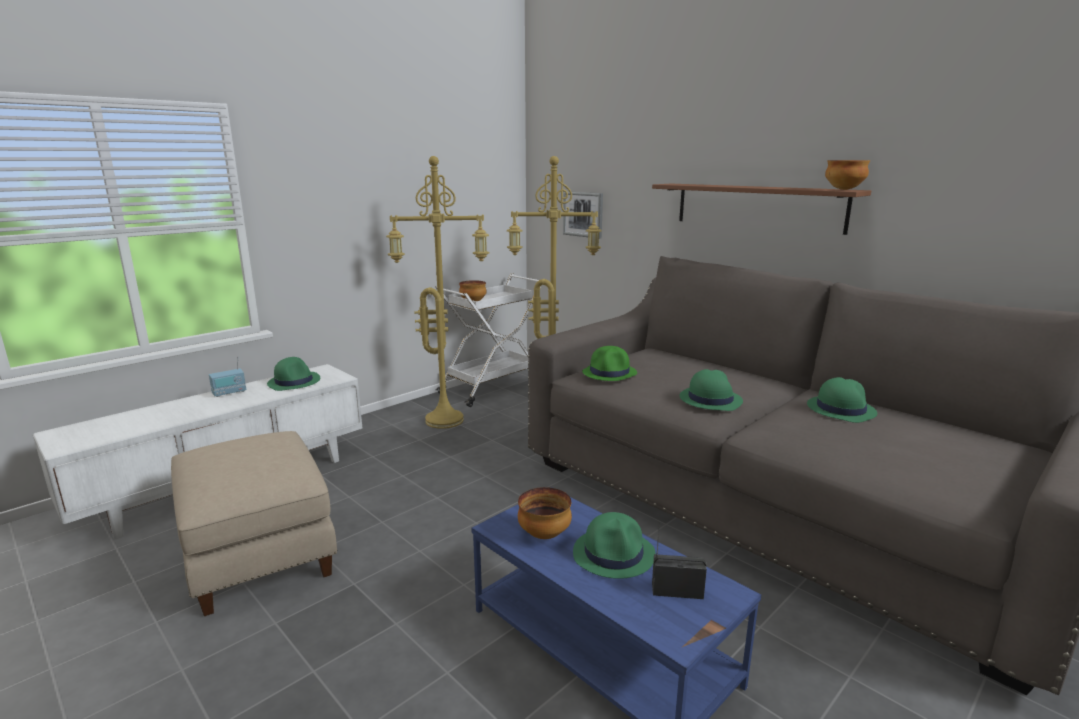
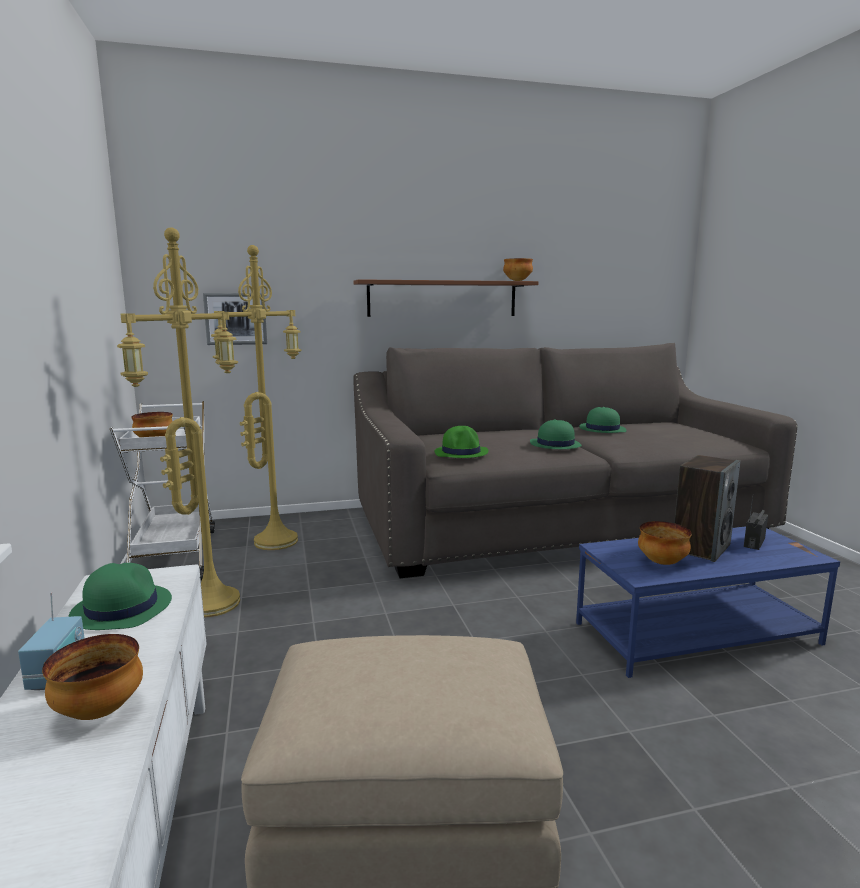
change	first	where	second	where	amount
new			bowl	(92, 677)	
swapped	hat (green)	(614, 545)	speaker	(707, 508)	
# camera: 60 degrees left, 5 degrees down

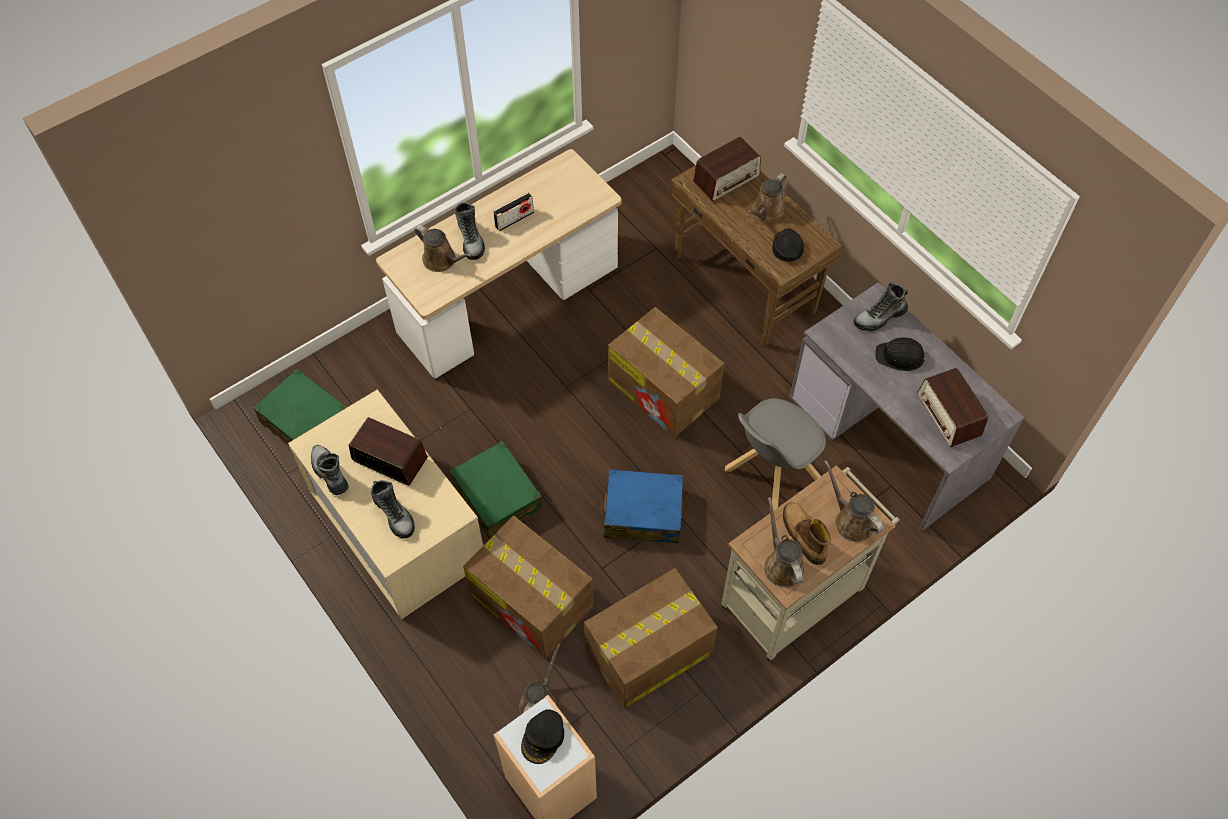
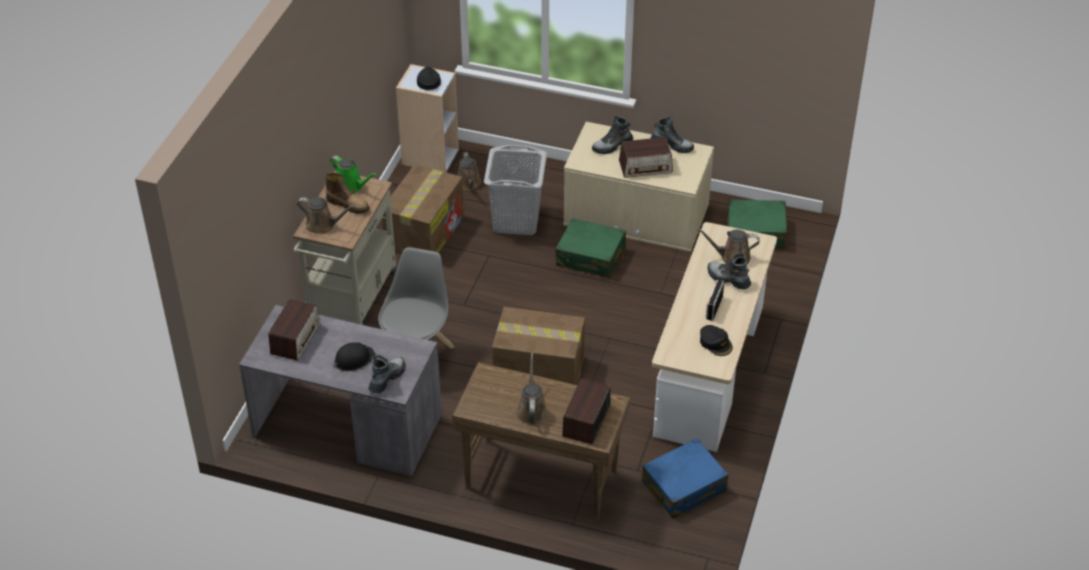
change	first	where	second	where	amount
shifted	suitcase (blue)	(642, 506)		(685, 478)	
shifted	cap (black)	(788, 245)		(716, 340)	
swapped	cardboard box	(528, 587)	laundry basket (grey)	(515, 190)	
repainted	watering can (brown)	(784, 542)	watering can (green)	(353, 175)	
rotated	boot	(393, 509)		(612, 135)	45 degrees counterclockwise
rotated	radio	(952, 407)		(294, 330)	75 degrees clockwise
# camera: 145 degrees right, 15 degrees down

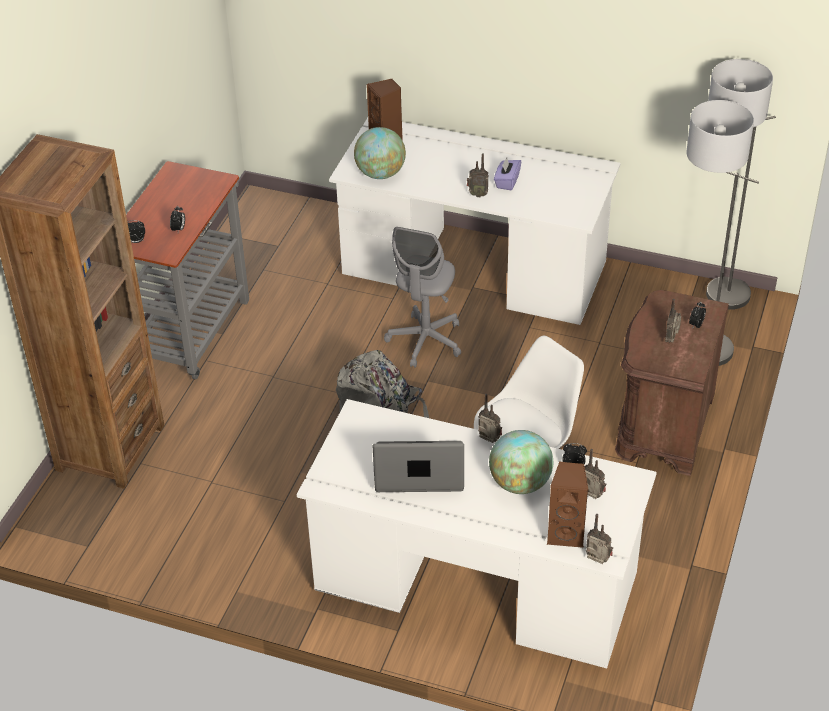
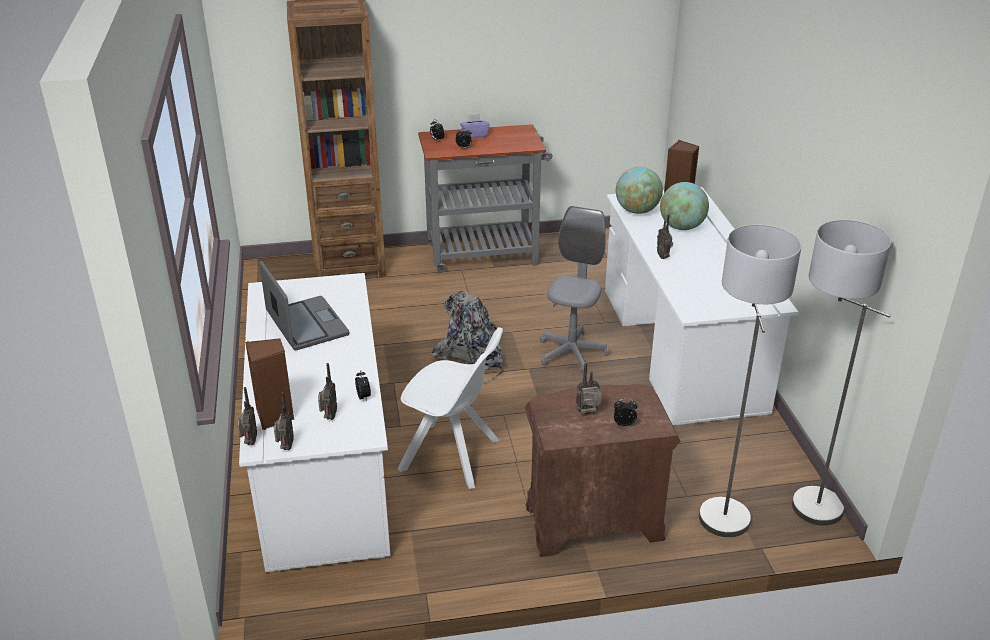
change	first	where	second	where	amount
shifted	radio	(490, 418)		(284, 421)	
shifted	globe	(521, 462)		(684, 206)	
shifted	tissue box (purple)	(507, 173)		(475, 126)	
rotated	office chair (grey)	(422, 297)		(575, 289)	120 degrees clockwise
# camera: 60 degrees right, 10 degrees down

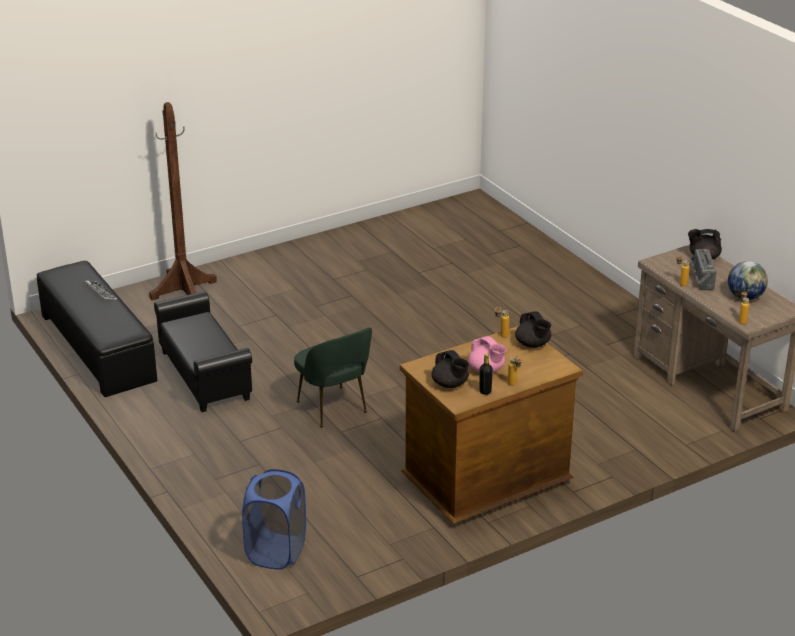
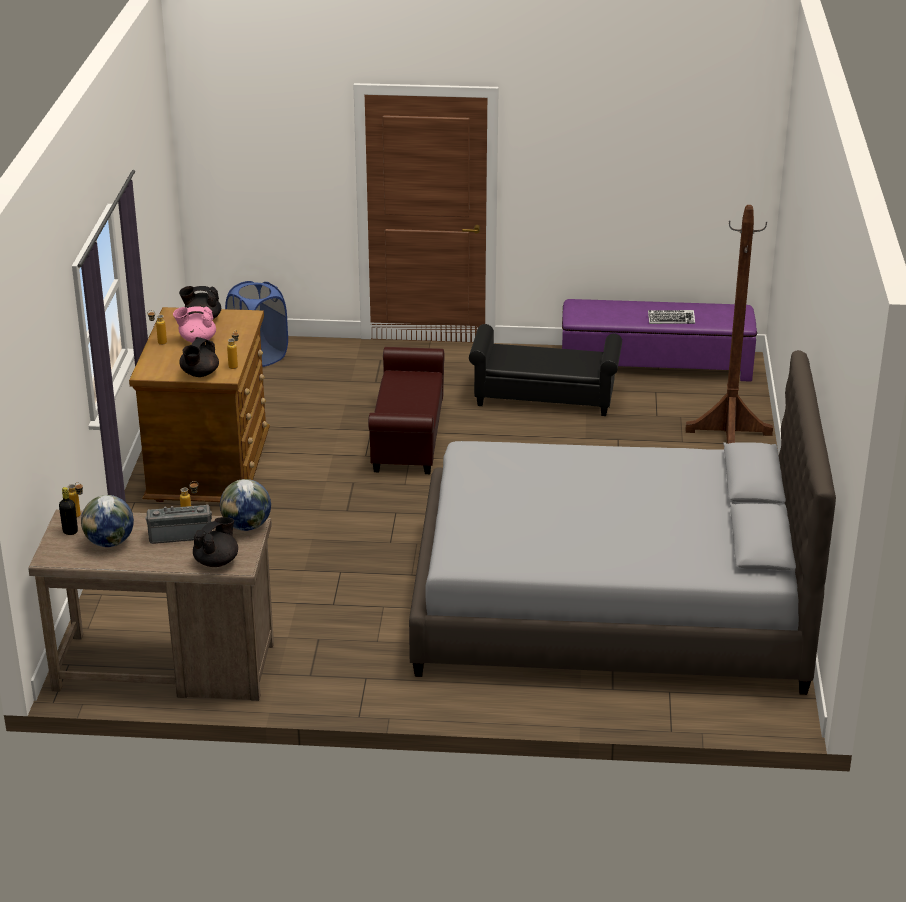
change	first	where	second	where	amount
new			globe	(245, 505)	
new			bed (grey)	(622, 522)	
shifted	bottle (black)	(486, 374)		(68, 511)	
swapped	chair (green)	(333, 377)	ottoman (brown)	(406, 410)	
repainted	bench (black)	(97, 329)	bench (purple)	(659, 340)	
rotated	teapot (black)	(533, 329)		(199, 357)	75 degrees counterclockwise
rotated	radio	(703, 269)		(178, 524)	45 degrees counterclockwise
# camera: 125 degrees right, 0 degrees up

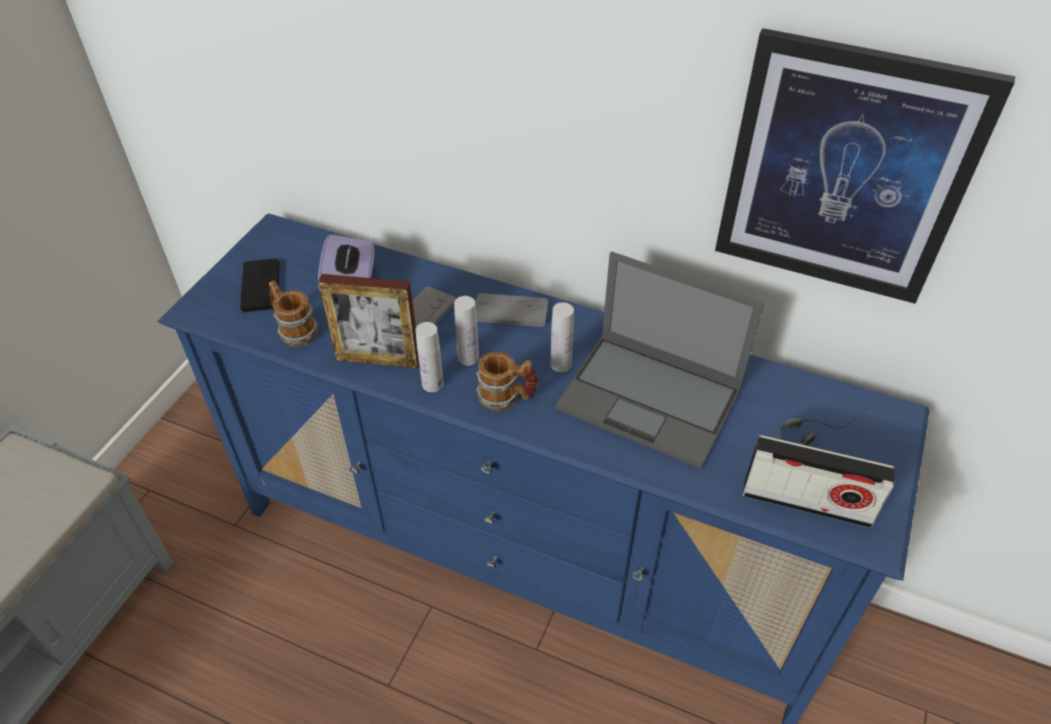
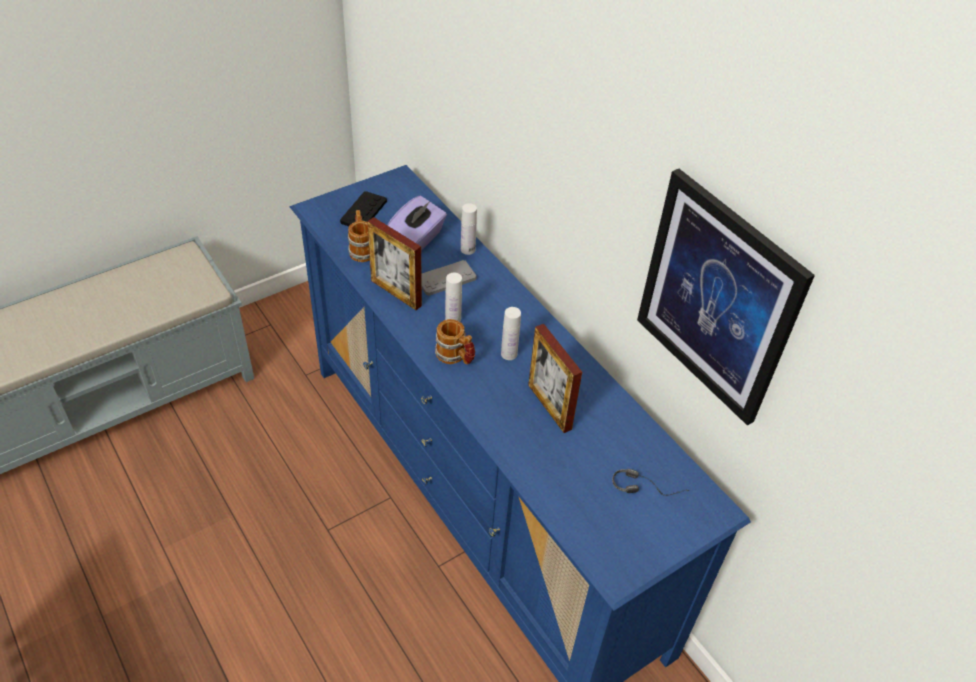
change	first	where	second	where	amount
gone	game controller (grey)	(511, 310)			
gone	radio	(819, 481)			
shifted	bottle (white)	(429, 357)		(469, 229)	
swapped	laptop	(659, 360)	picture frame	(555, 378)	
# camera: 30 degrees right, 0 degrees up

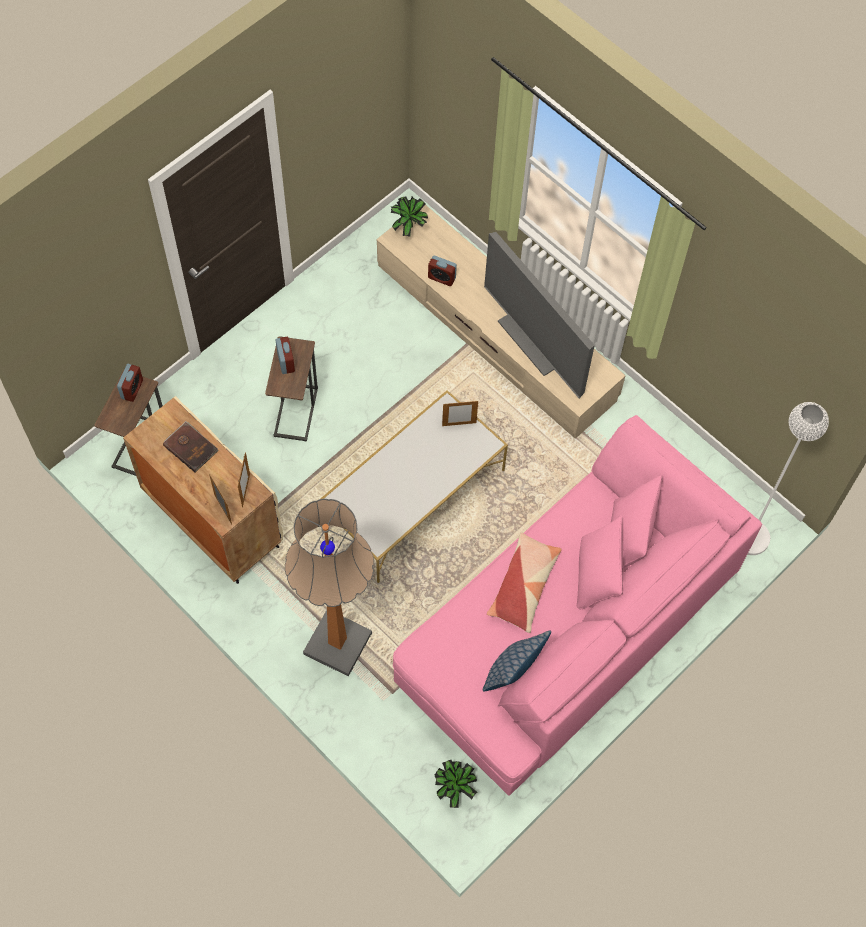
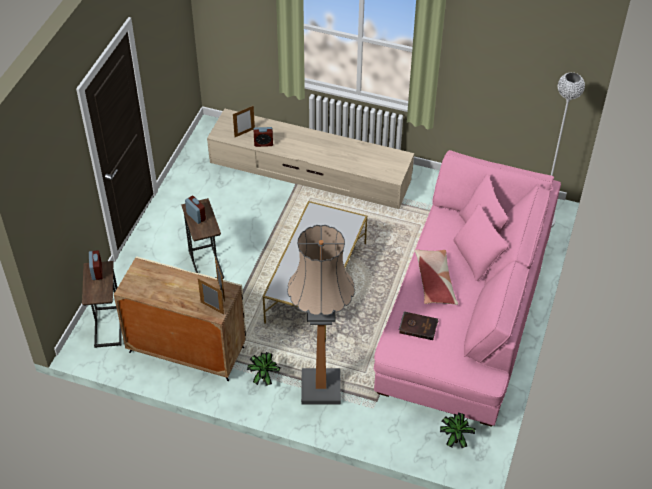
change	first	where	second	where	amount
gone	pillow	(517, 661)			
gone	television	(539, 315)			
shifted	book (brown)	(190, 446)		(419, 325)	
shifted	potted plant	(409, 217)		(264, 369)	
shifted	picture frame	(460, 413)		(244, 121)	
# camera: 25 degrees left, 15 degrees down

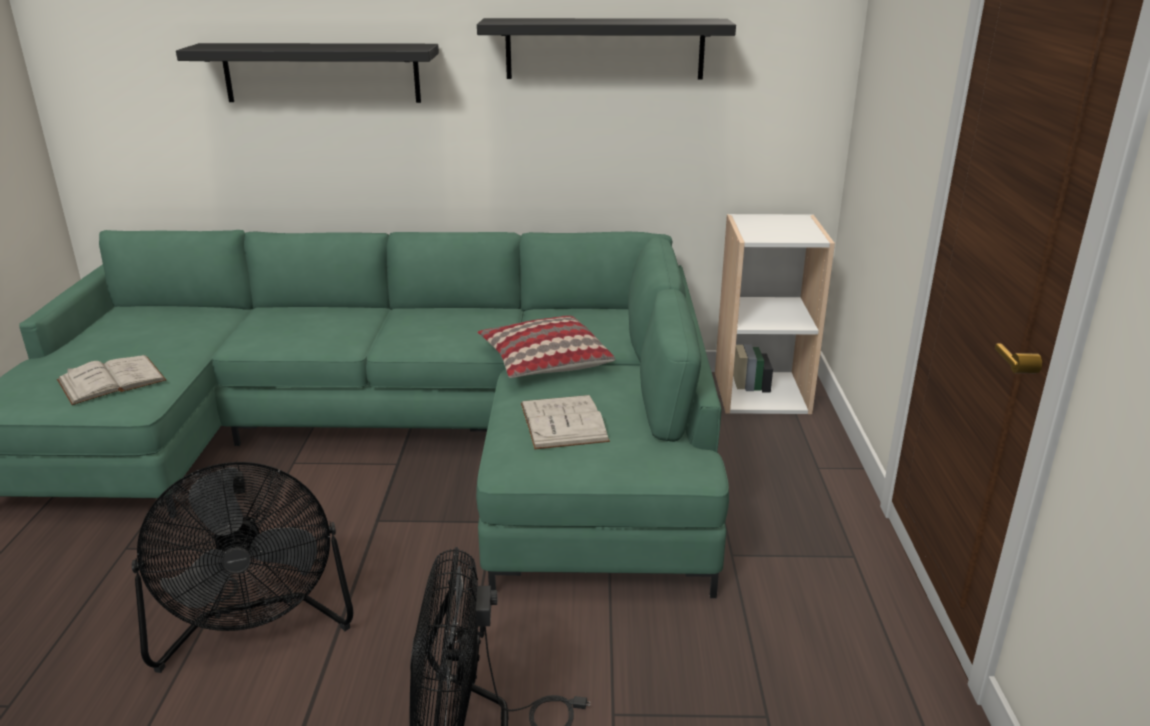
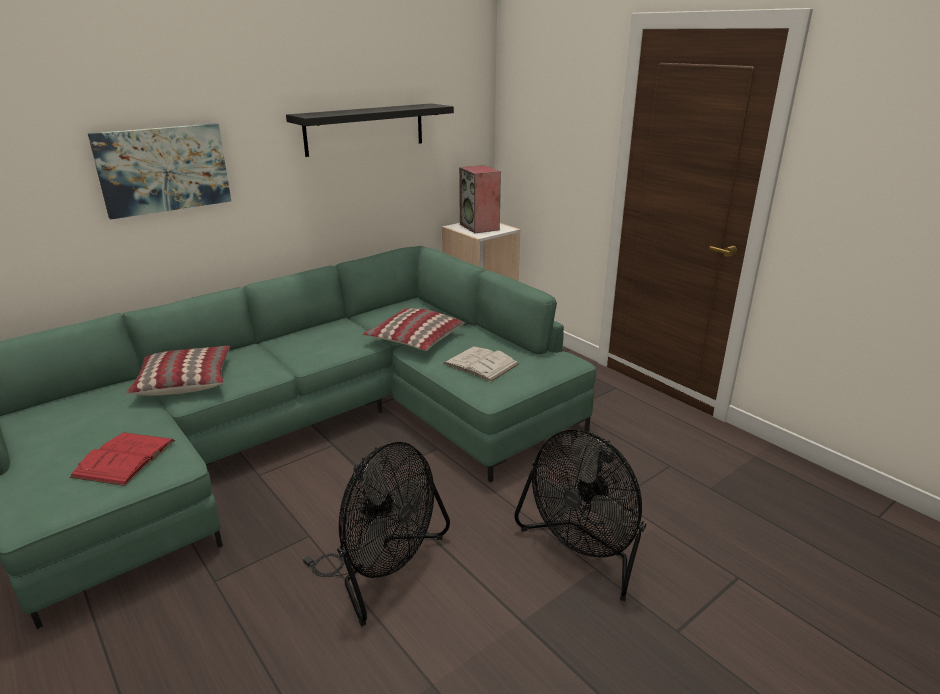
change	first	where	second	where	amount
new			pillow	(178, 371)	
new			speaker	(480, 199)	
swapped	shelf (black)	(307, 73)	picture	(159, 171)	
repainted	book (white)	(111, 380)	book (red)	(122, 459)	
# camera: 40 degrees left, 0 degrees up

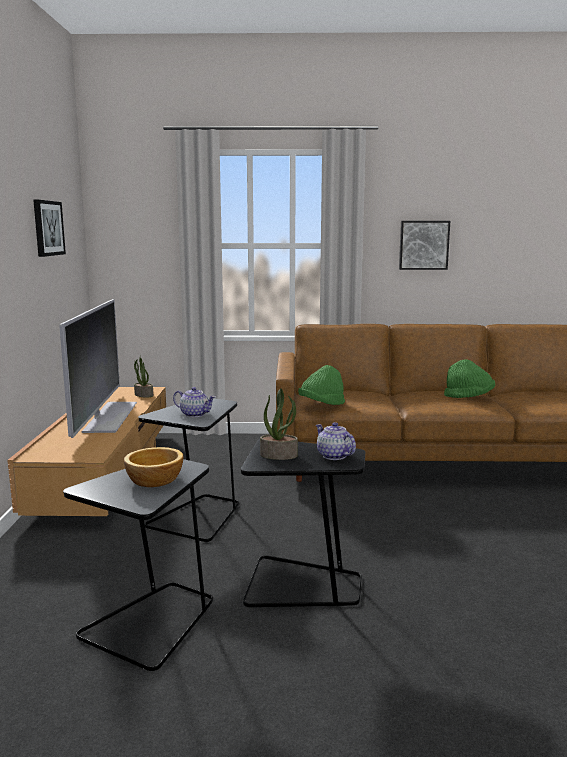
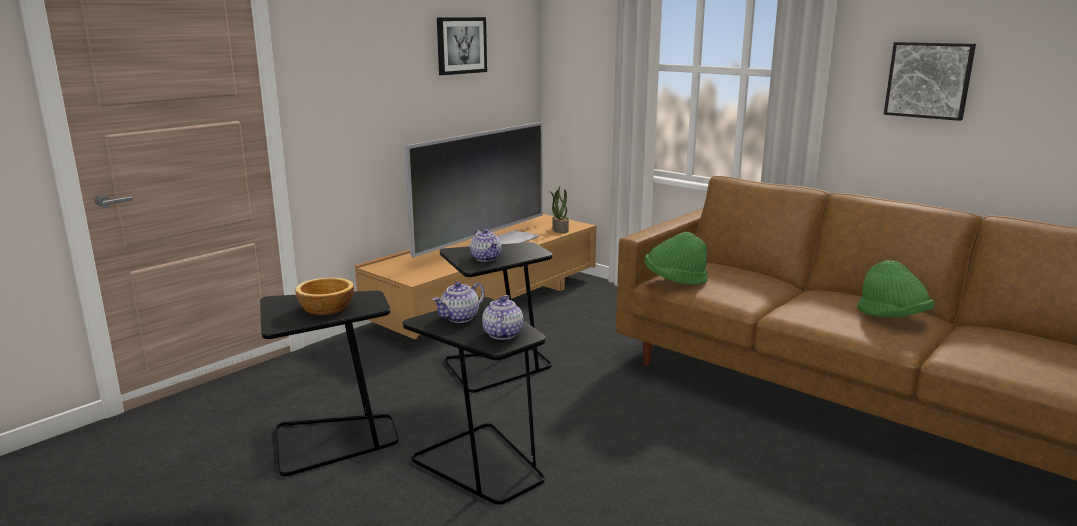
change	first	where	second	where	amount
swapped	potted plant	(279, 424)	teapot	(458, 302)	
# camera: 40 degrees right, 5 degrees up

